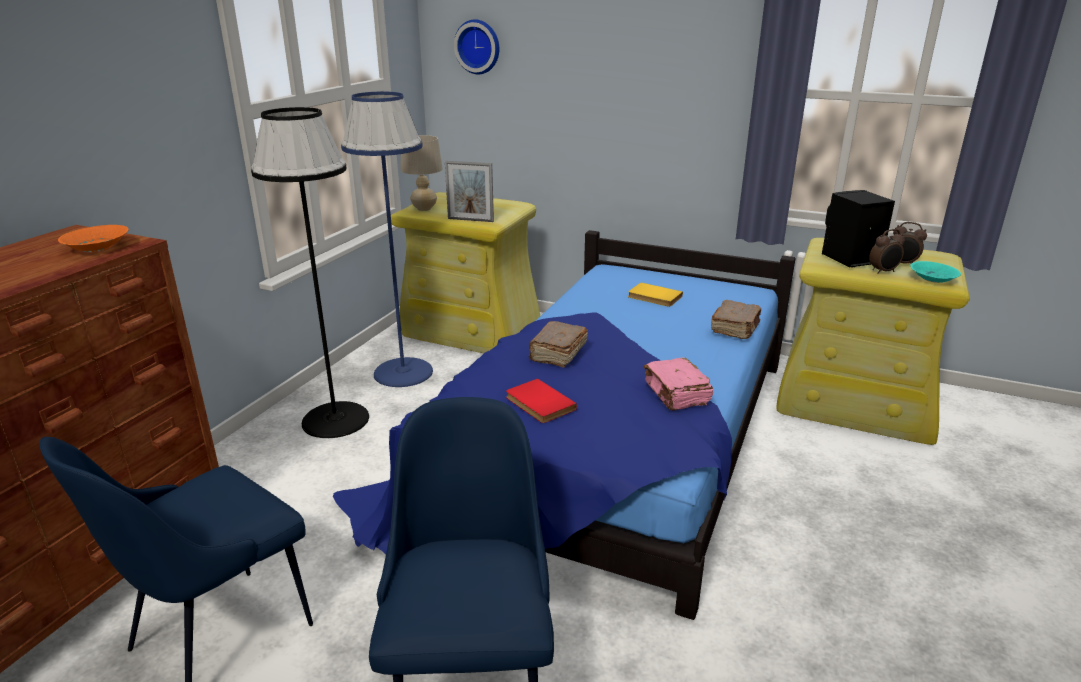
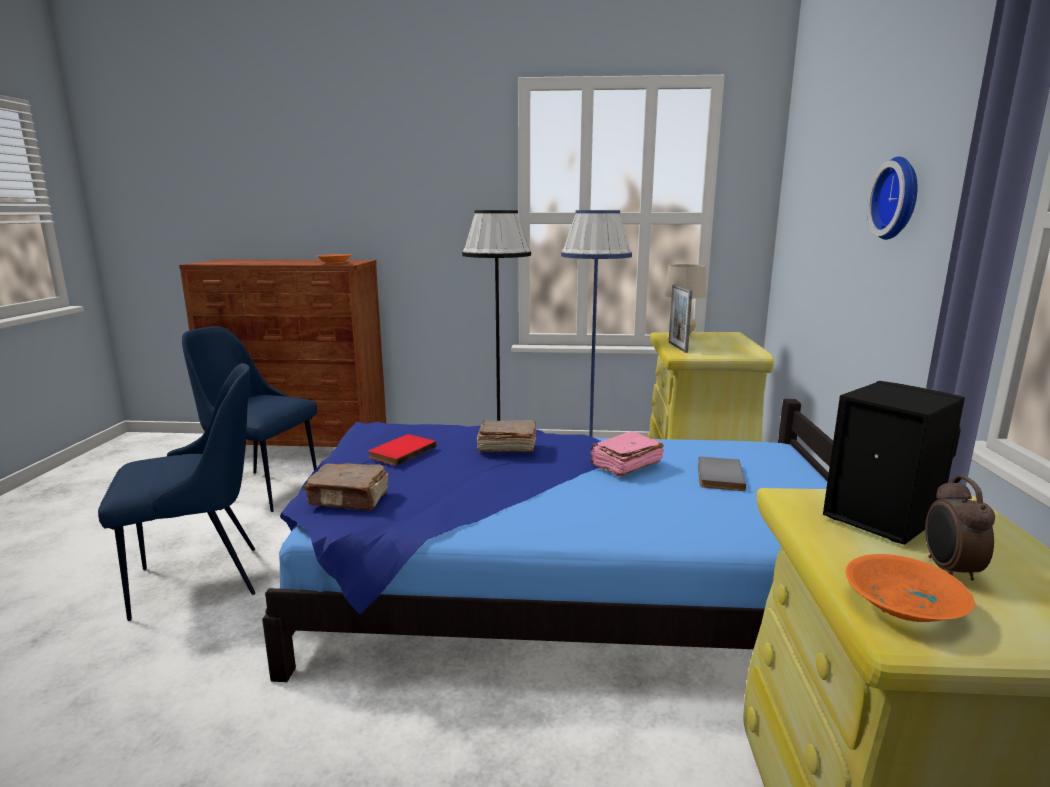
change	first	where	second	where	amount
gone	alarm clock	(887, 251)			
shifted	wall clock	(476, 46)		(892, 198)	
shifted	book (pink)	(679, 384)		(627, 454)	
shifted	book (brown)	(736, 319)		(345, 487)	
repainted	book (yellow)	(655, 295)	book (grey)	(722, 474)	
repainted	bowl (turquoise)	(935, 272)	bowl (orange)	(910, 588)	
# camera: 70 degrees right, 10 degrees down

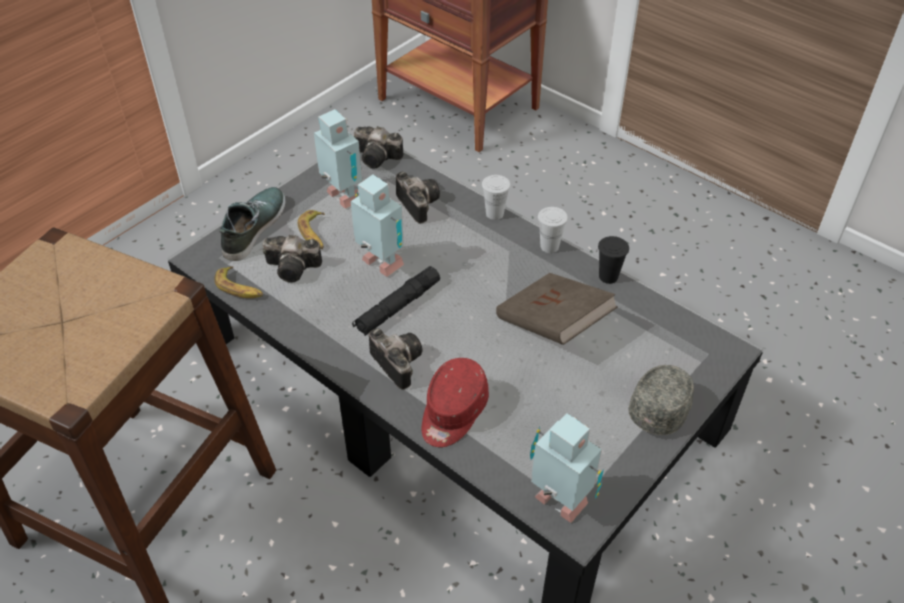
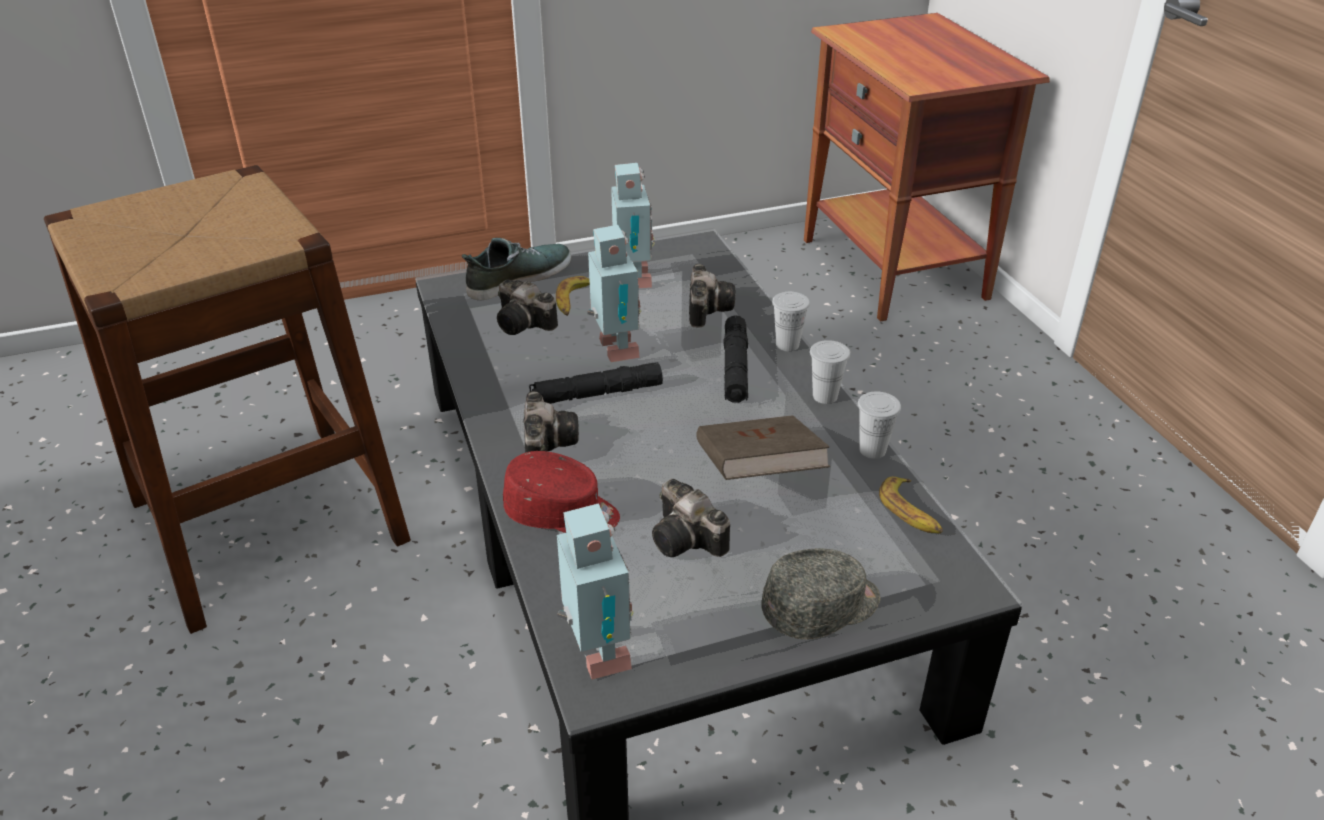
change	first	where	second	where	amount
new			flashlight (black)	(735, 359)	
shifted	banana	(238, 282)		(911, 505)	
shifted	photo camera	(379, 147)		(691, 518)	
repainted	cup (black)	(613, 260)	cup (white)	(879, 425)	
rotated	cap (red)	(455, 402)		(561, 492)	135 degrees counterclockwise
# camera: 30 degrees right, 10 degrees down

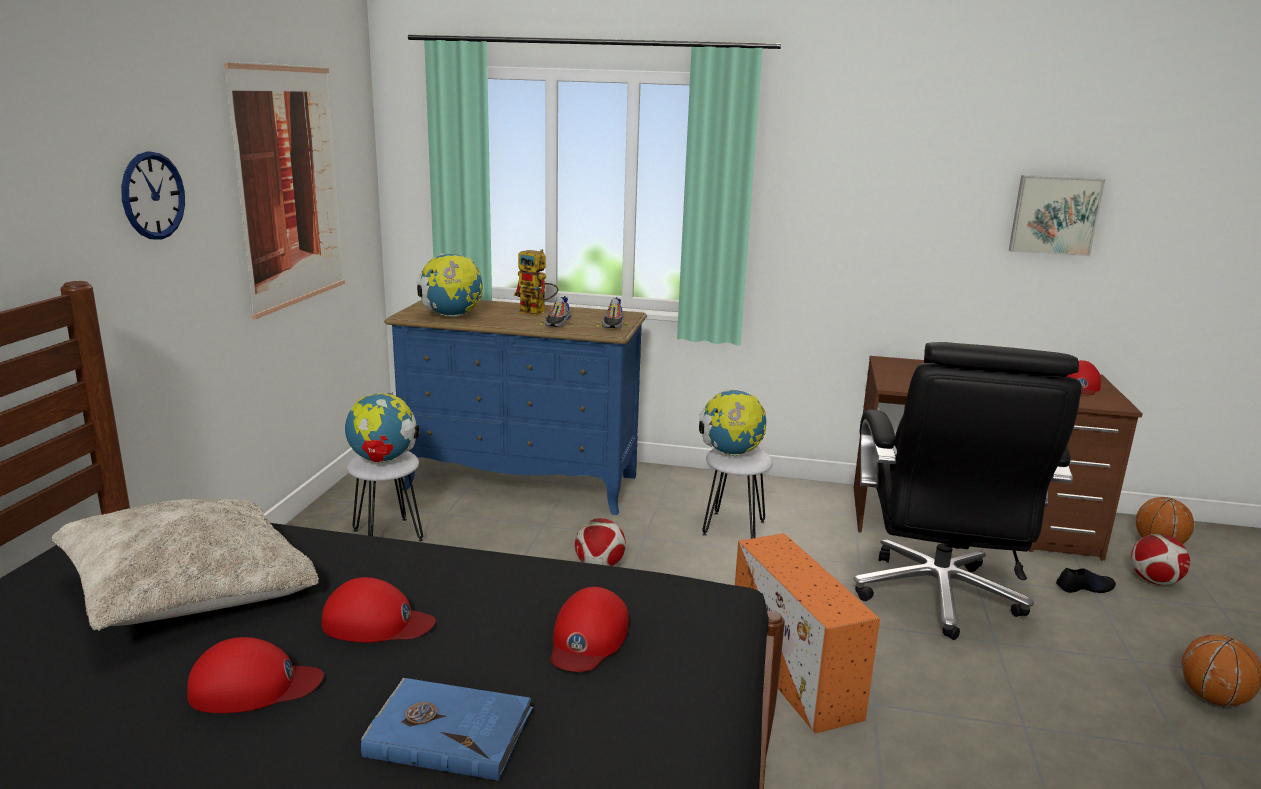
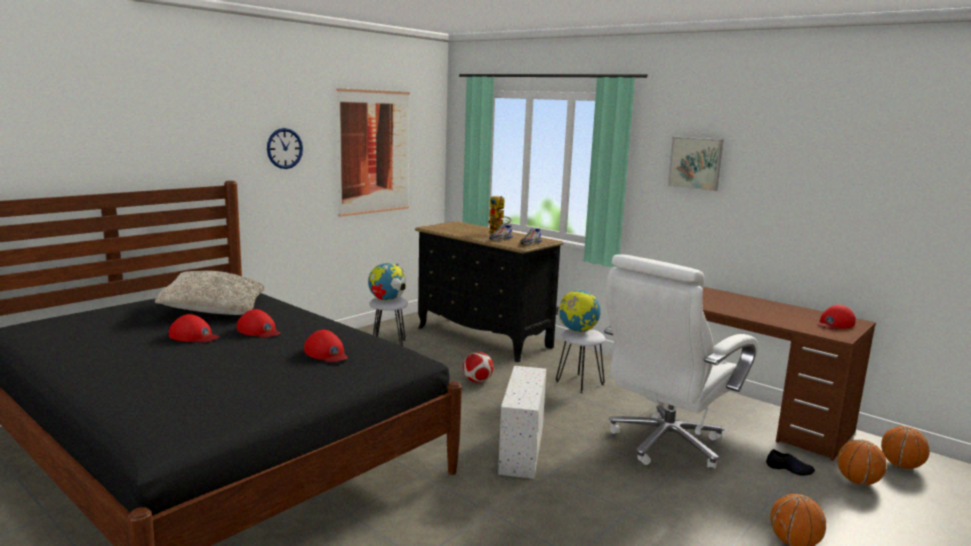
change	first	where	second	where	amount
gone	book (blue)	(447, 729)			
gone	globe	(450, 285)			
shifted	picture	(1057, 215)		(695, 164)	
swapped	football	(1160, 559)	basketball	(862, 462)	
repainted	dresser (blue)	(515, 407)	dresser (black)	(489, 291)	
repainted	storage box (orange)	(807, 633)	storage box (white)	(522, 422)	
repainted	office chair (black)	(968, 491)	office chair (white)	(681, 361)	
rotated	cap (red)	(590, 629)		(326, 346)	90 degrees counterclockwise
# camera: 30 degrees right, 5 degrees down

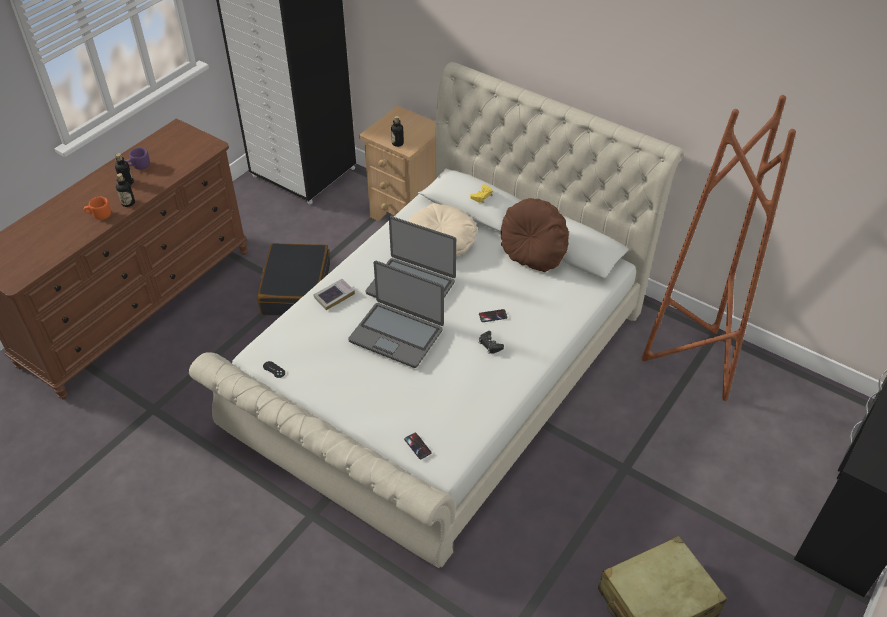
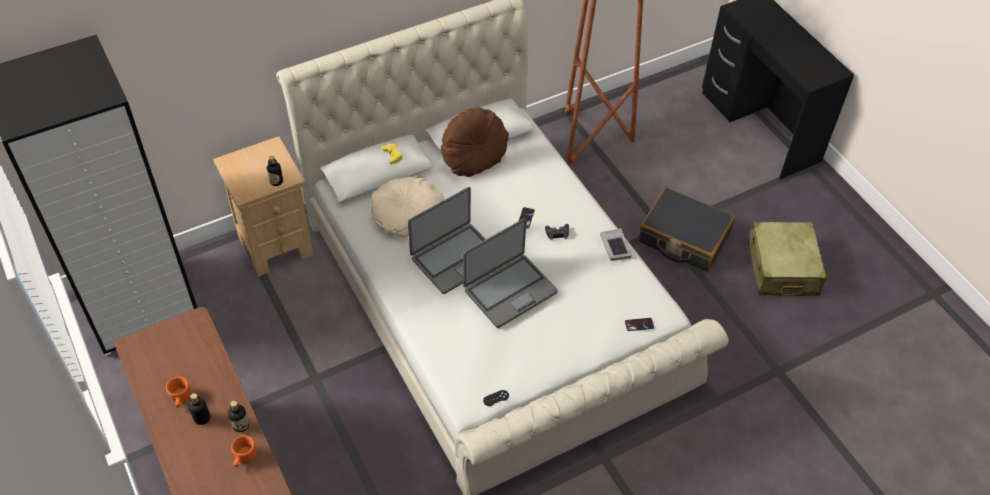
change	first	where	second	where	amount
shifted	suitcase (black)	(293, 279)		(686, 229)	
shifted	book	(334, 294)		(616, 244)	
repainted	mug (purple)	(138, 159)	mug (orange)	(178, 391)	
# camera: 65 degrees left, 5 degrees up

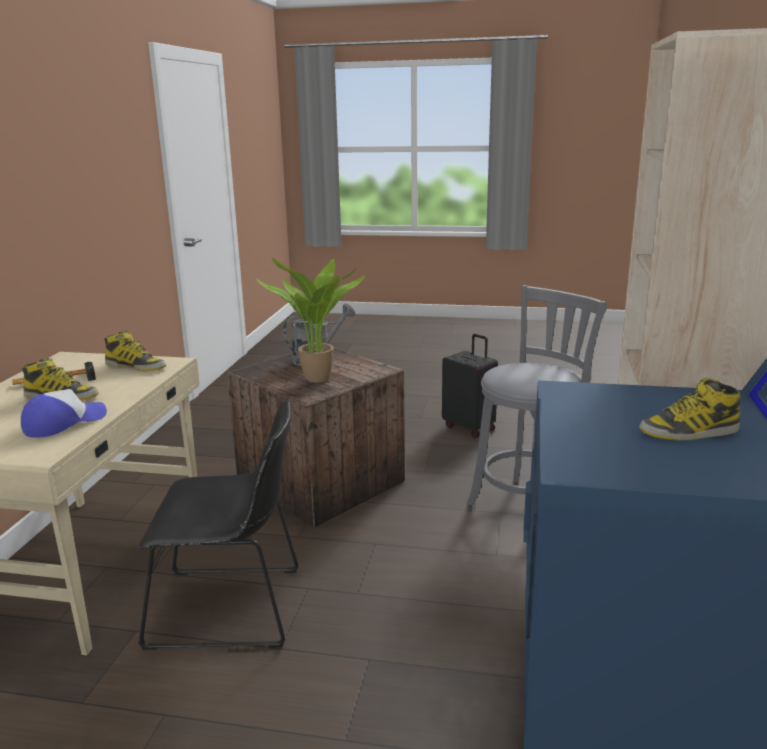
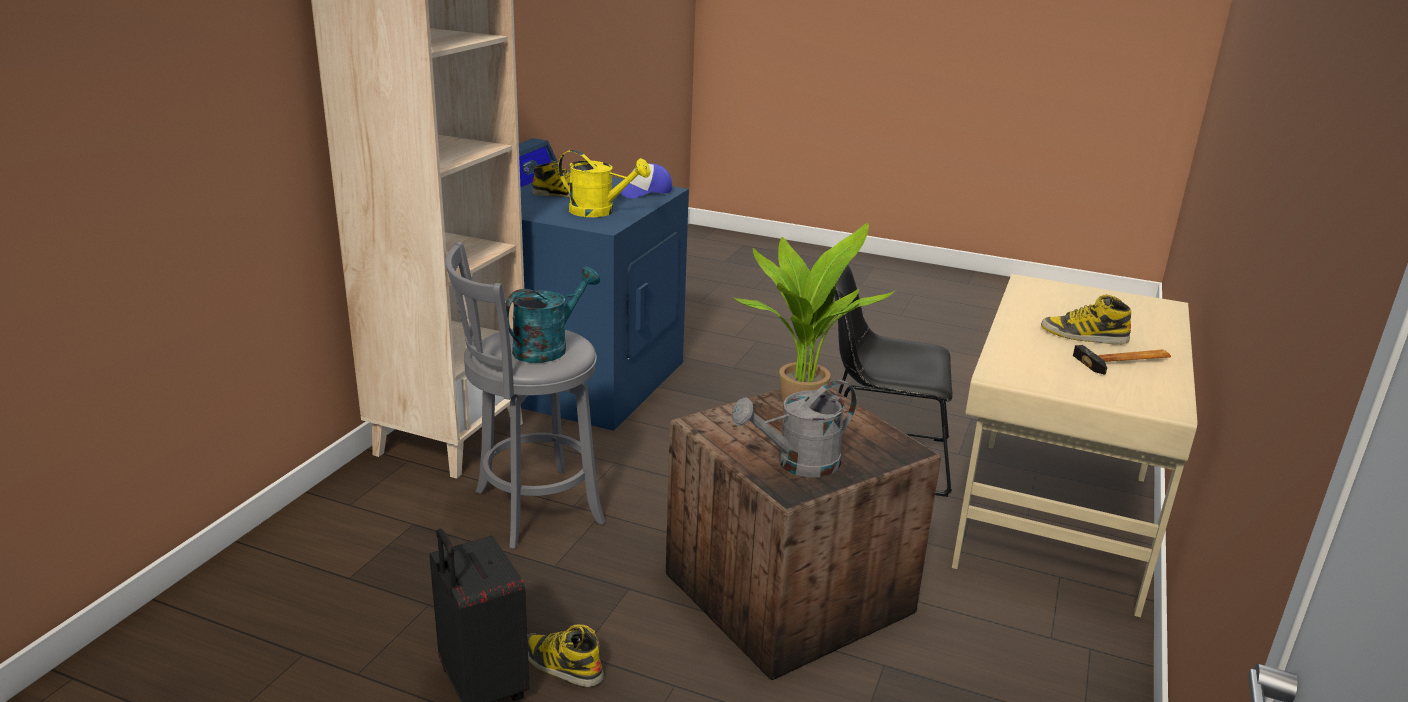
change	first	where	second	where	amount
new			watering can (turquoise)	(552, 314)	
new			watering can (yellow)	(604, 183)	
shifted	cap	(64, 413)		(646, 181)	
shifted	boot	(135, 351)		(565, 655)	
# camera: 170 degrees left, 5 degrees up

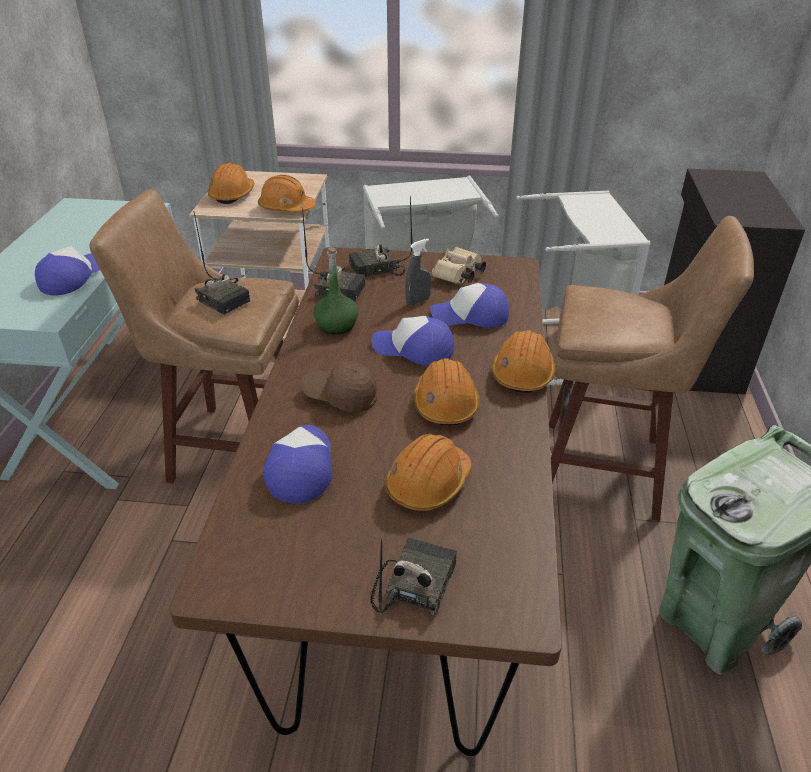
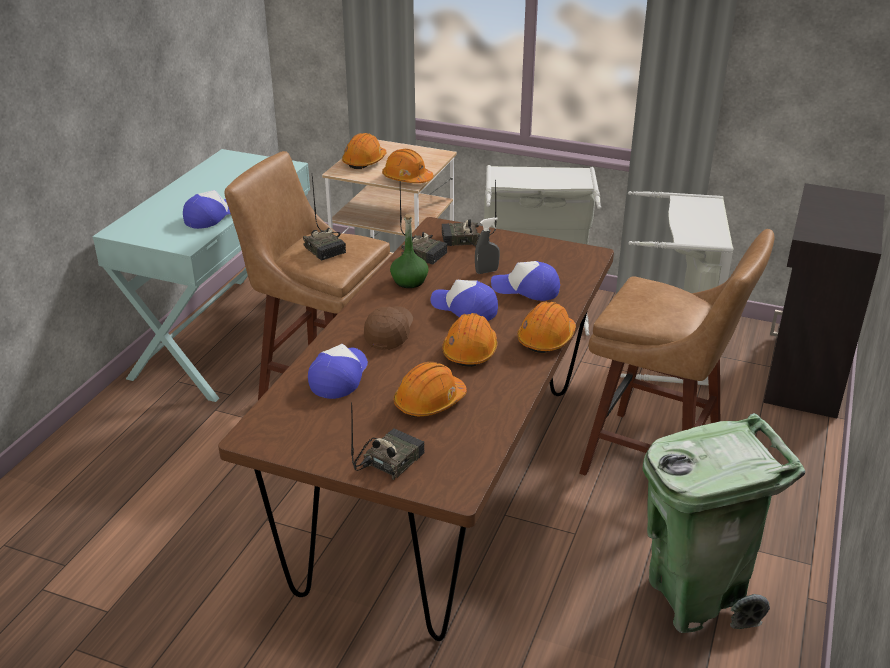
change	first	where	second	where	amount
gone	binoculars (beige)	(459, 265)			
rotated	cap (brown)	(339, 386)		(388, 328)	75 degrees clockwise
# camera: 15 degrees right, 5 degrees down

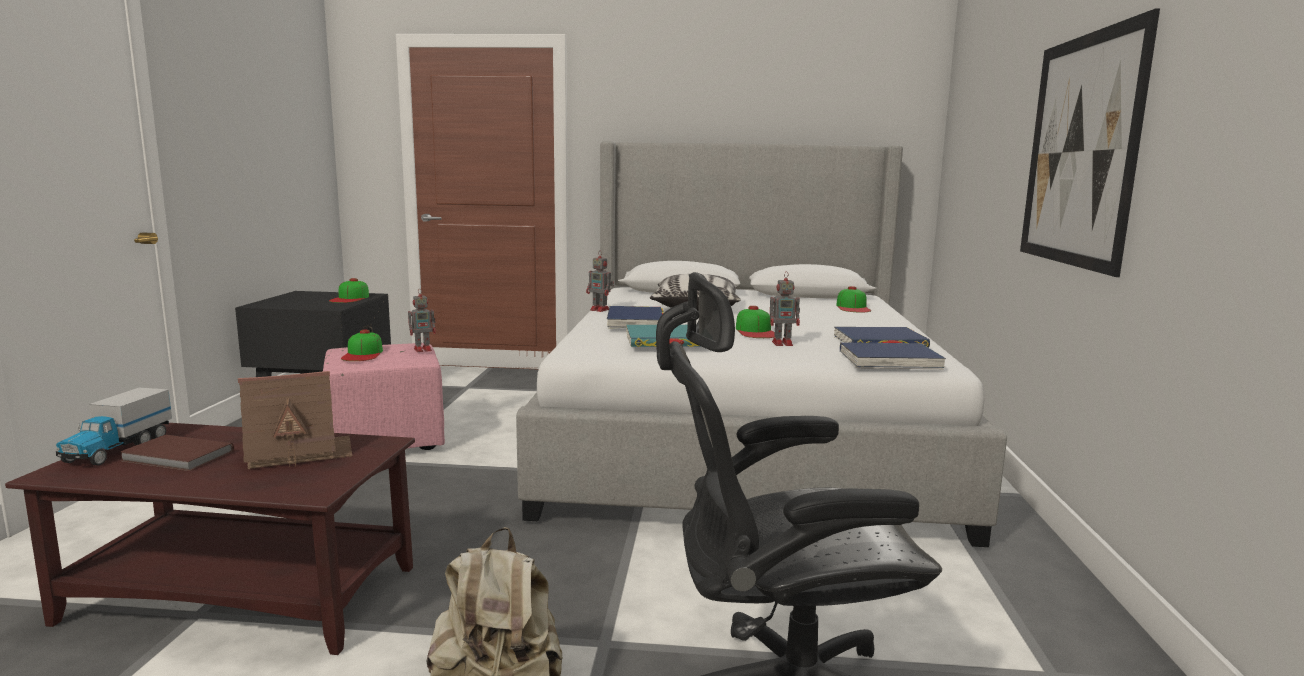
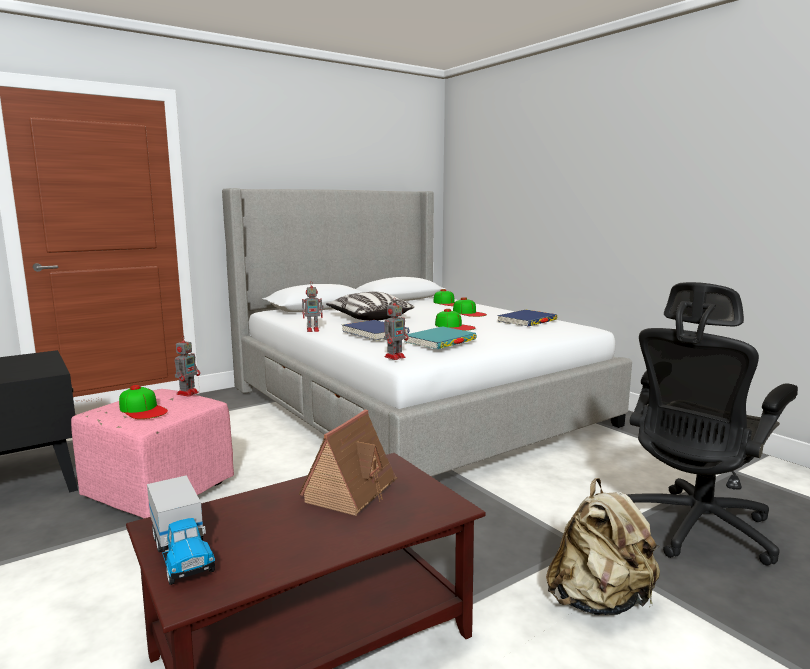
change	first	where	second	where	amount
gone	book (brown)	(177, 453)			
gone	book (blue)	(893, 355)			
gone	picture	(1090, 142)			
shifted	cap	(349, 290)		(470, 307)	
shifted	toy robot	(785, 308)		(396, 329)	
# camera: 40 degrees left, 0 degrees up

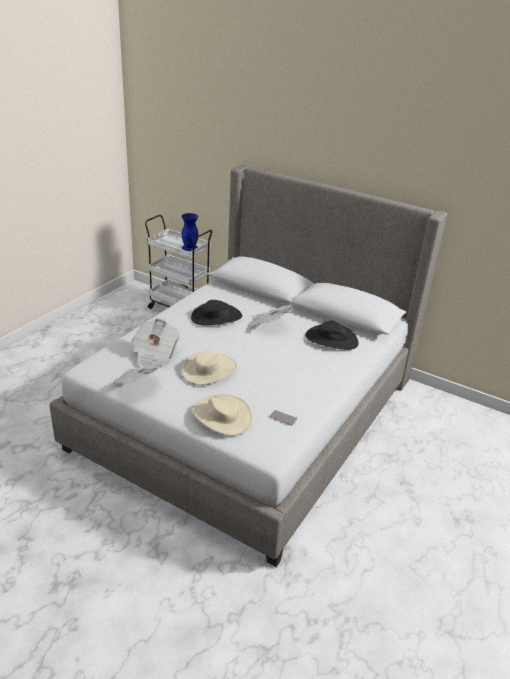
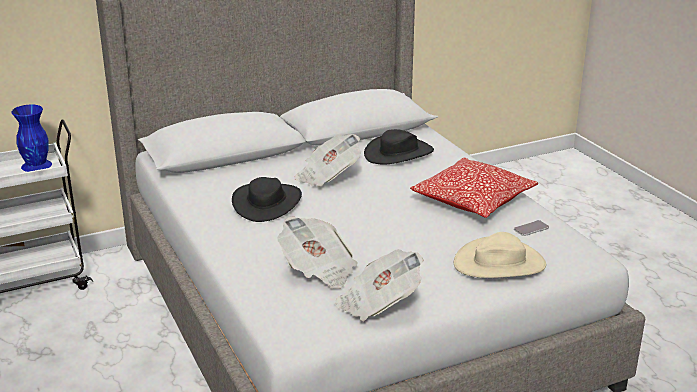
change	first	where	second	where	amount
gone	hat (beige)	(209, 368)			
new			pillow	(474, 187)	
# camera: 55 degrees left, 5 degrees down

